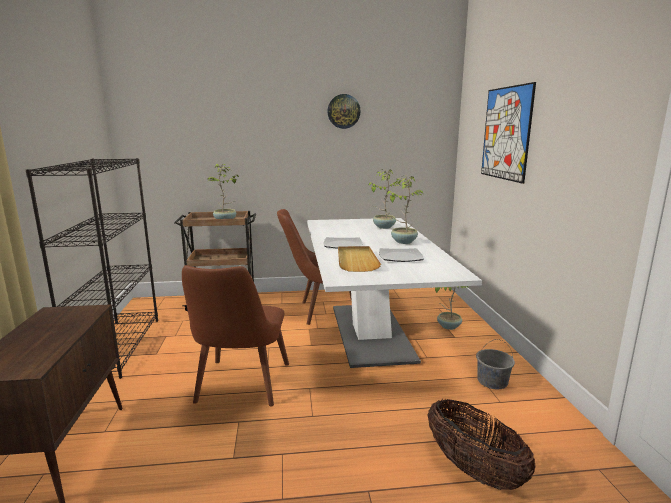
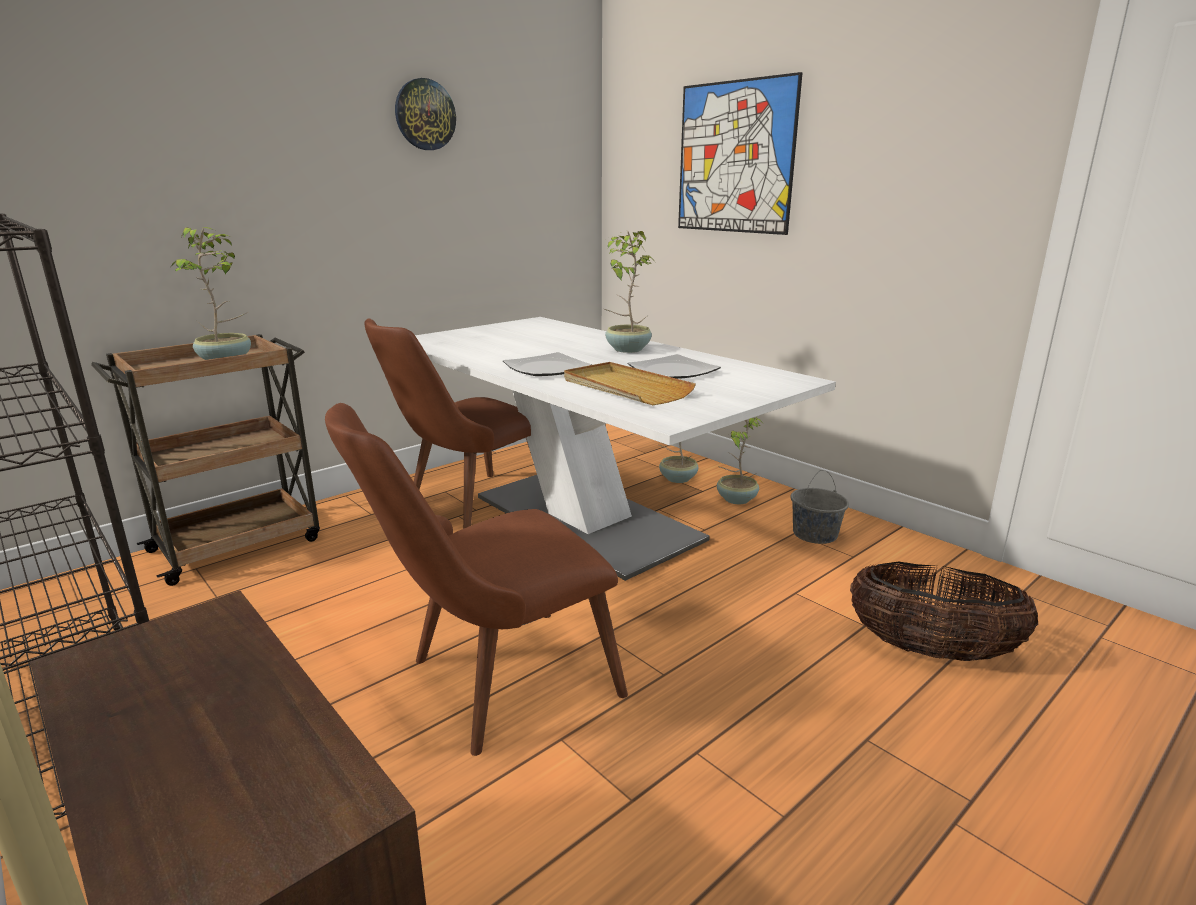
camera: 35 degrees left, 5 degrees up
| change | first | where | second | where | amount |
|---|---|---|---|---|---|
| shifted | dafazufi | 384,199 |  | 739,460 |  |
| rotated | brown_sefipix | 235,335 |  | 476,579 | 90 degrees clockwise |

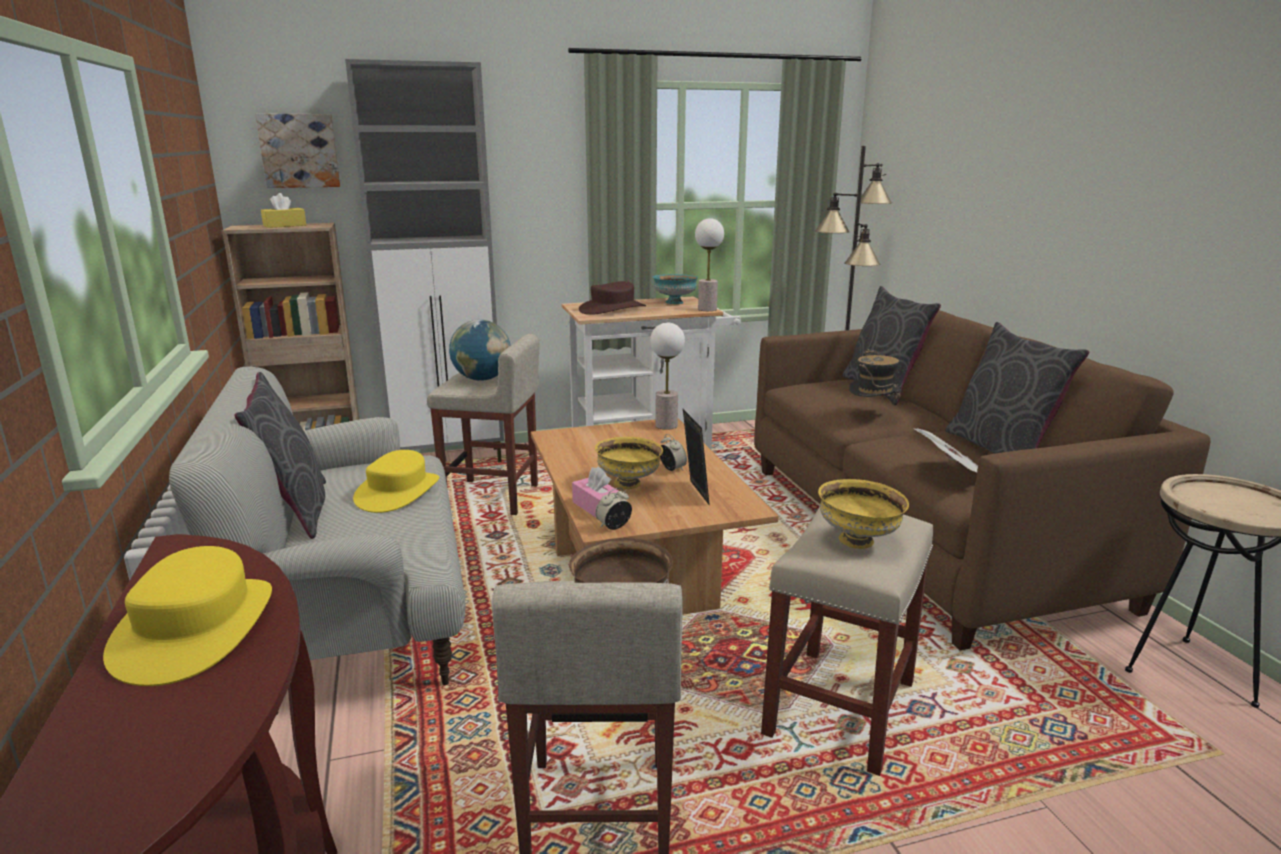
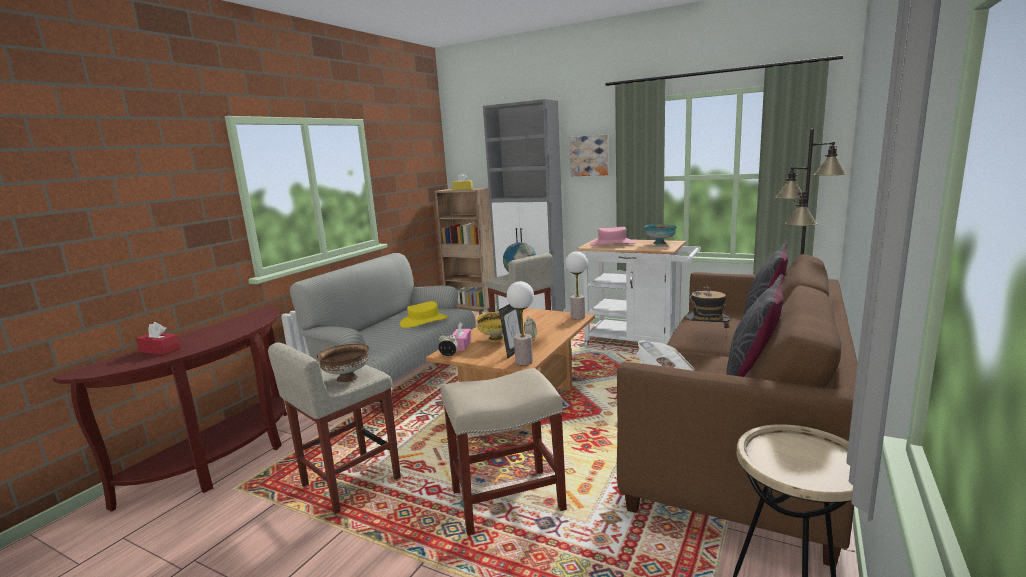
camera: 45 degrees right, 5 degrees down
| change | first | where | second | where | amount |
|---|---|---|---|---|---|
| gone | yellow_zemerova | 187,616 |  |  |  |
| gone | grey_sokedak | 280,455 |  |  |  |
| gone | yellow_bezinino | 863,514 |  |  |  |
| new |  |  | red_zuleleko | 158,338 |  |
| shifted | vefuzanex | 297,150 |  | 589,155 |  |
| shifted | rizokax | 709,264 |  | 520,323 |  |
| repainted | brown_zemerova | 612,298 | pink_zemerova | 613,236 |  |

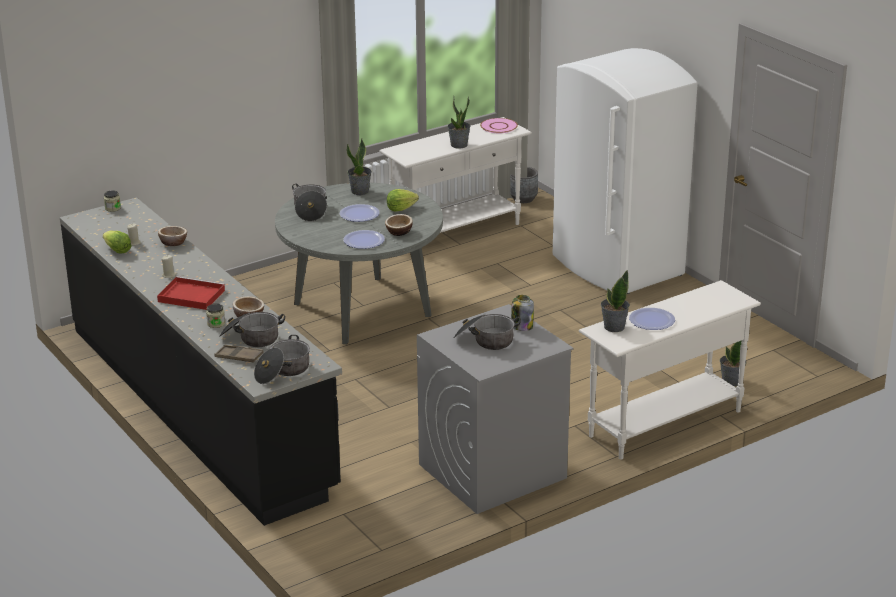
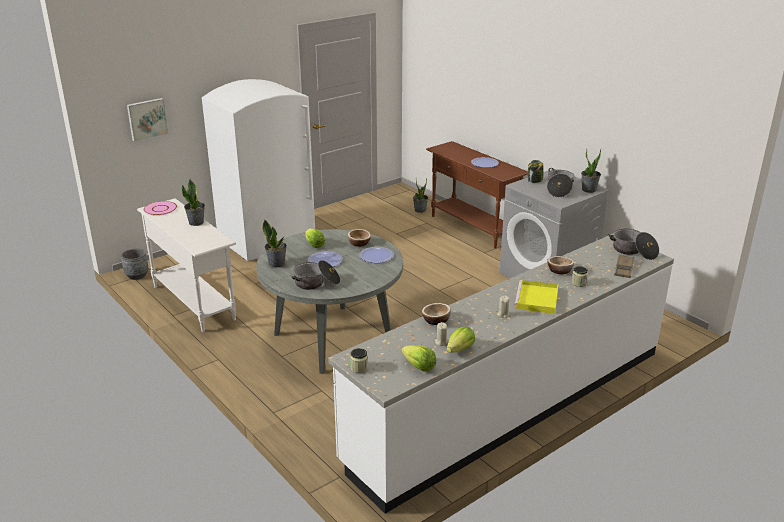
camera: 95 degrees left, 0 degrees up
| change | first | where | second | where | amount |
|---|---|---|---|---|---|
| gone | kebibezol | 252,329 |  |  |  |
| new |  |  | vefuzanex | 148,119 |  |
| new |  |  | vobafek | 418,358 |  |
| shifted | dafazufi | 615,301 |  | 591,170 |  |
| repainted | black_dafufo | 201,361 | white_dafufo | 501,373 |  |
| repainted | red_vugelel | 191,293 | yellow_vugelel | 537,297 |  |
| repainted | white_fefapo | 670,369 | brown_fefapo | 477,195 |  |

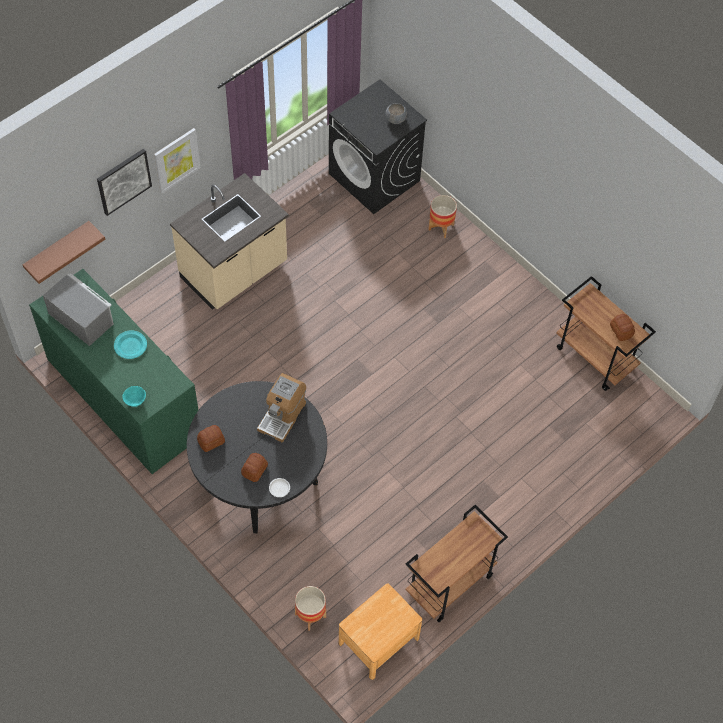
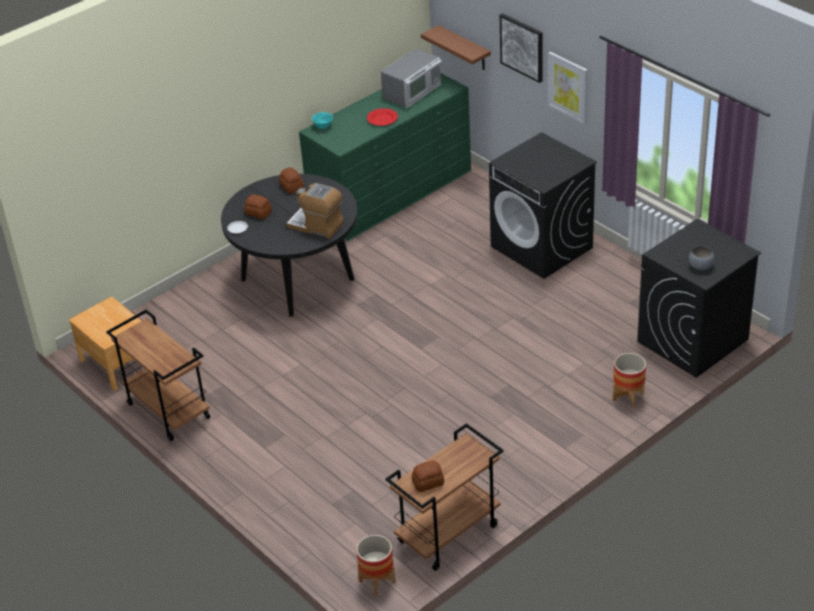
camera: 95 degrees right, 20 degrees down
| change | first | where | second | where | amount |
|---|---|---|---|---|---|
| shifted | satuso | 310,608 |  | 376,565 |  |
| swapped | beige_dafufo | 229,241 | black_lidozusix | 543,205 |  |
| repainted | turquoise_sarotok | 130,344 | red_sarotok | 382,117 |  |

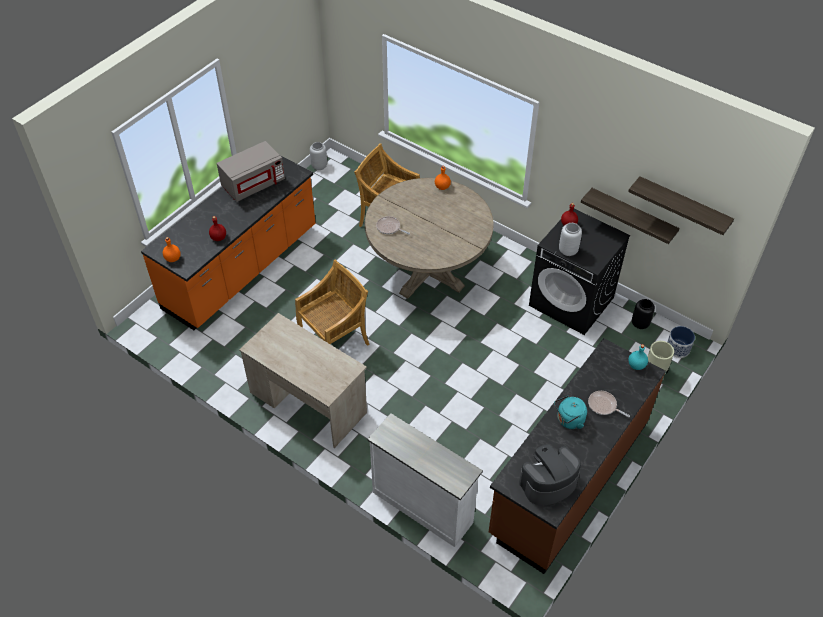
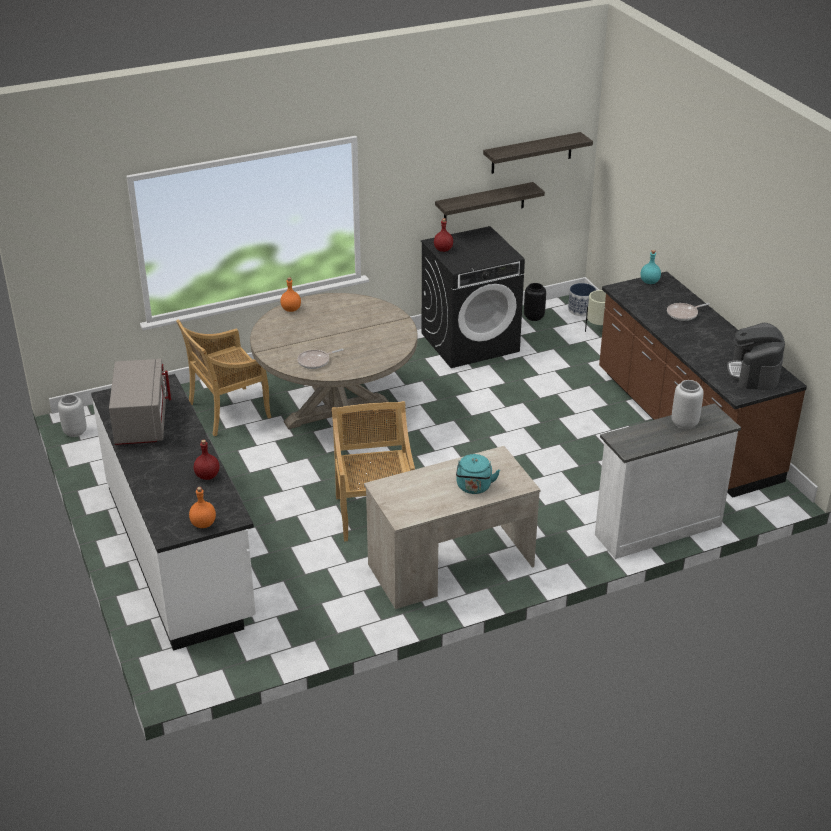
camera: 60 degrees left, 15 degrees down
| change | first | where | second | where | amount |
|---|---|---|---|---|---|
| shifted | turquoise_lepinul | 570,412 |  | 478,474 |  |
| shifted | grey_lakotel | 570,239 |  | 688,404 |  |
| repainted | orange_dafufo | 228,242 | white_dafufo | 173,512 |  |

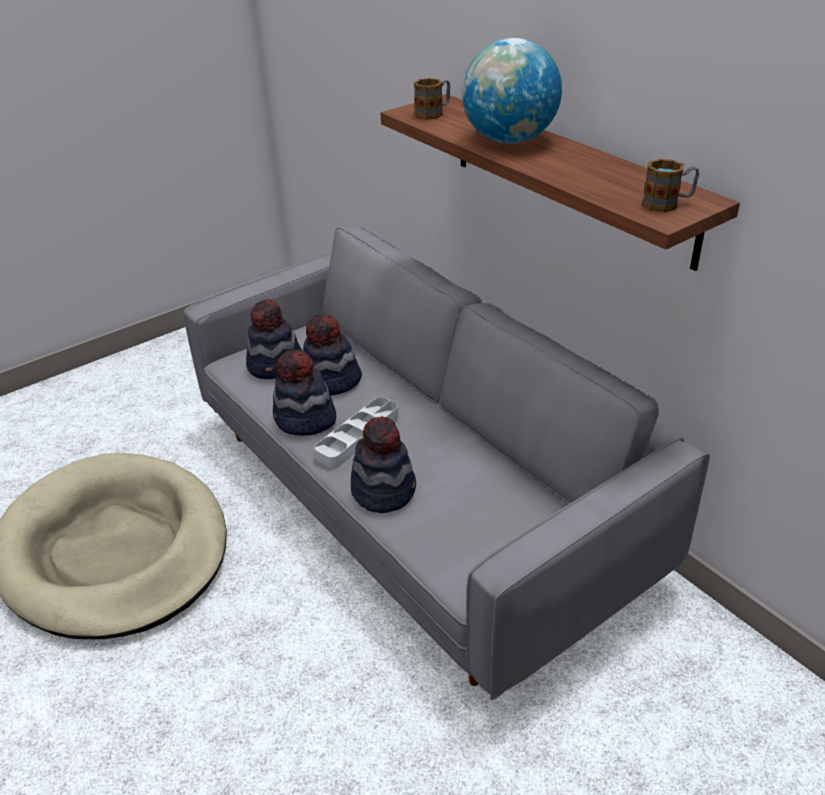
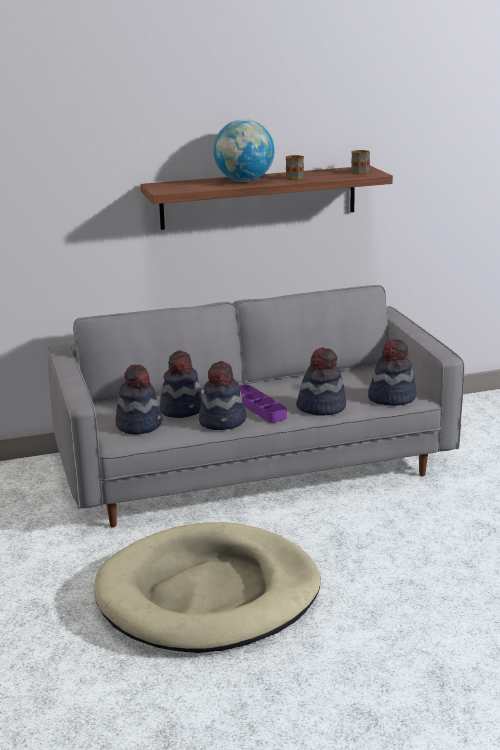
camera: 70 degrees left, 15 degrees down
| change | first | where | second | where | amount |
|---|---|---|---|---|---|
| new |  |  | zemerova | 392,372 |  |
| shifted | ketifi | 432,99 |  | 295,167 |  |
| repainted | grey_vugelel | 356,432 | purple_vugelel | 263,404 |  |

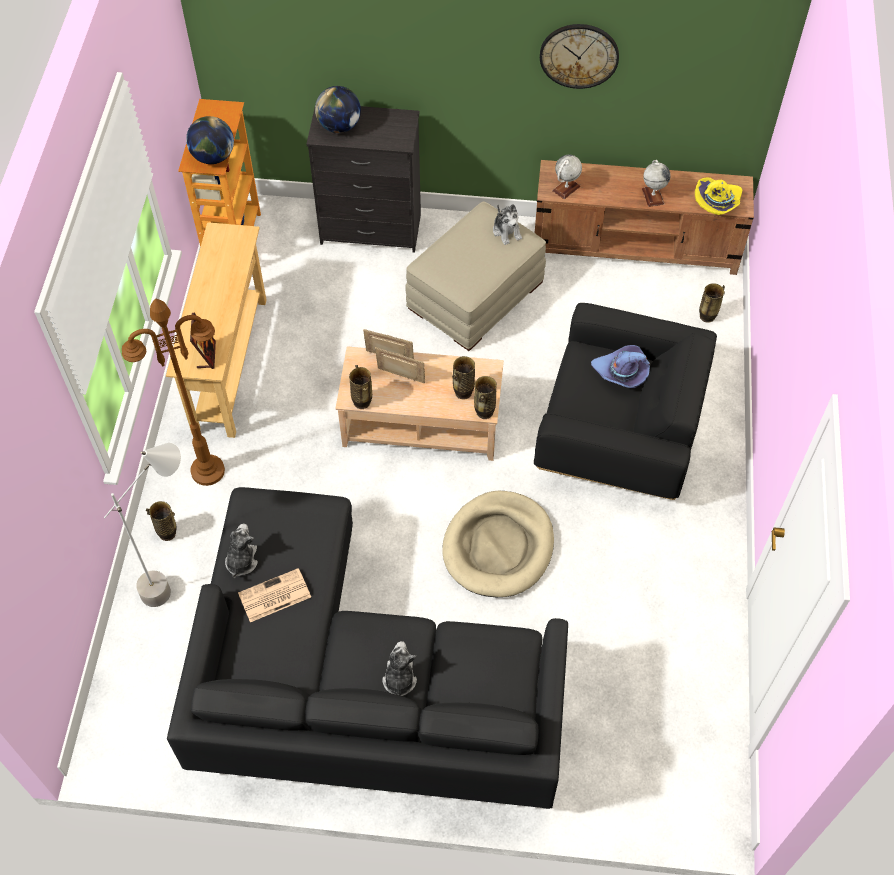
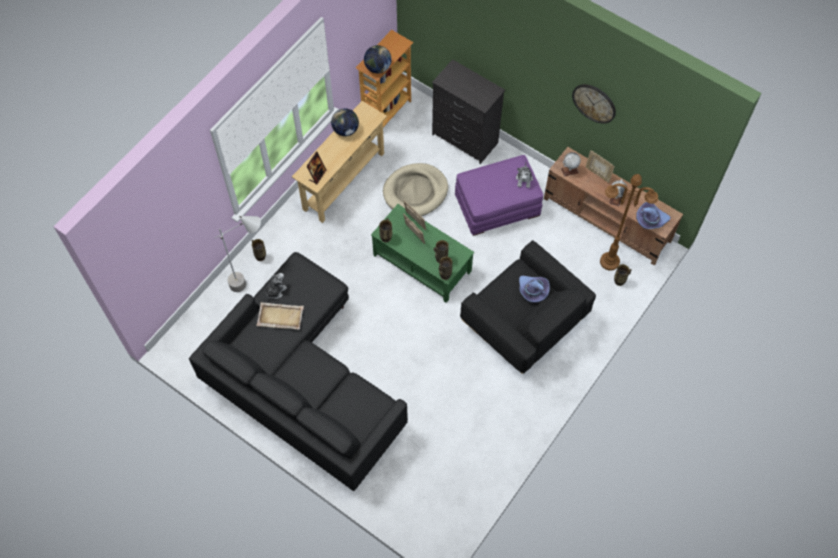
camera: 30 degrees right, 5 degrees up
| change | first | where | second | where | amount |
|---|---|---|---|---|---|
| gone | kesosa | 399,668 |  |  |  |
| new |  |  | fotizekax | 600,166 |  |
| shifted | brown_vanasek | 173,392 |  | 629,222 |  |
| shifted | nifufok | 338,109 |  | 345,122 |  |
| shifted | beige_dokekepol | 498,544 |  | 415,189 |  |
| swapped | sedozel | 274,595 | beige_vugelel | 280,315 |  |
| repainted | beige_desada | 419,403 | green_desada | 422,253 |  |
| repainted | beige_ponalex | 475,276 | purple_ponalex | 499,195 |  |
| repainted | yellow_zemerova | 718,196 | purple_zemerova | 653,215 |  |

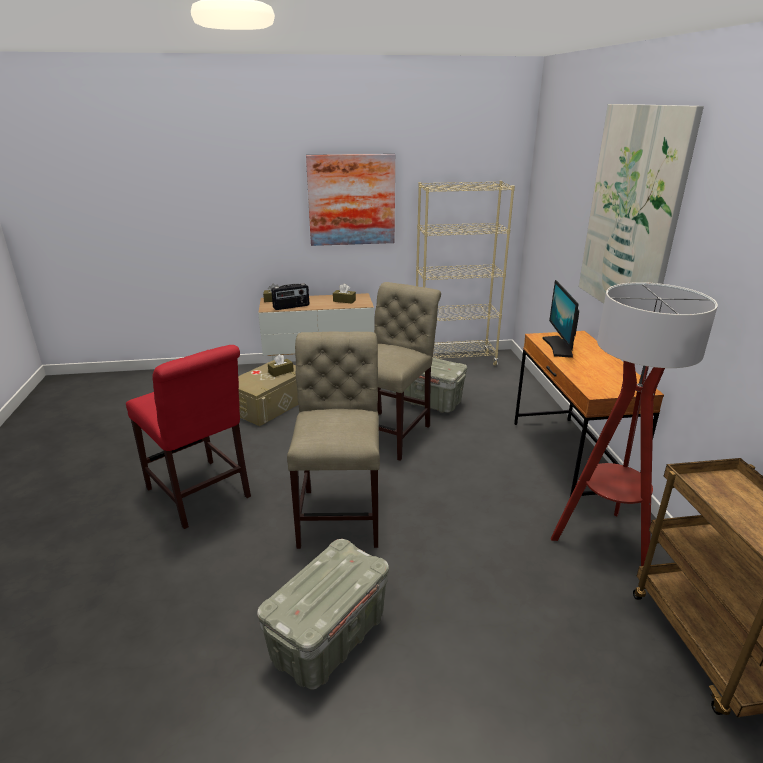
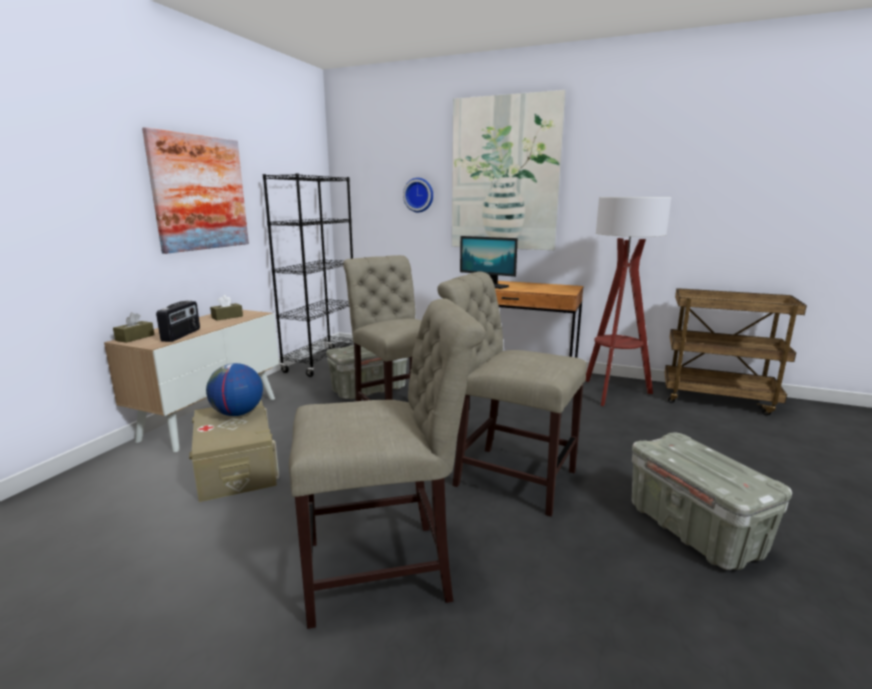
camera: 60 degrees left, 10 degrees down
| change | first | where | second | where | amount |
|---|---|---|---|---|---|
| new |  |  | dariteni | 418,195 |  |
| swapped | brown_zuleleko | 281,365 | nifufok | 234,389 |  |
| repainted | red_sefipix | 188,437 | beige_sefipix | 387,463 |  |
| repainted | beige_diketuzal | 465,273 | black_diketuzal | 308,275 |  |

